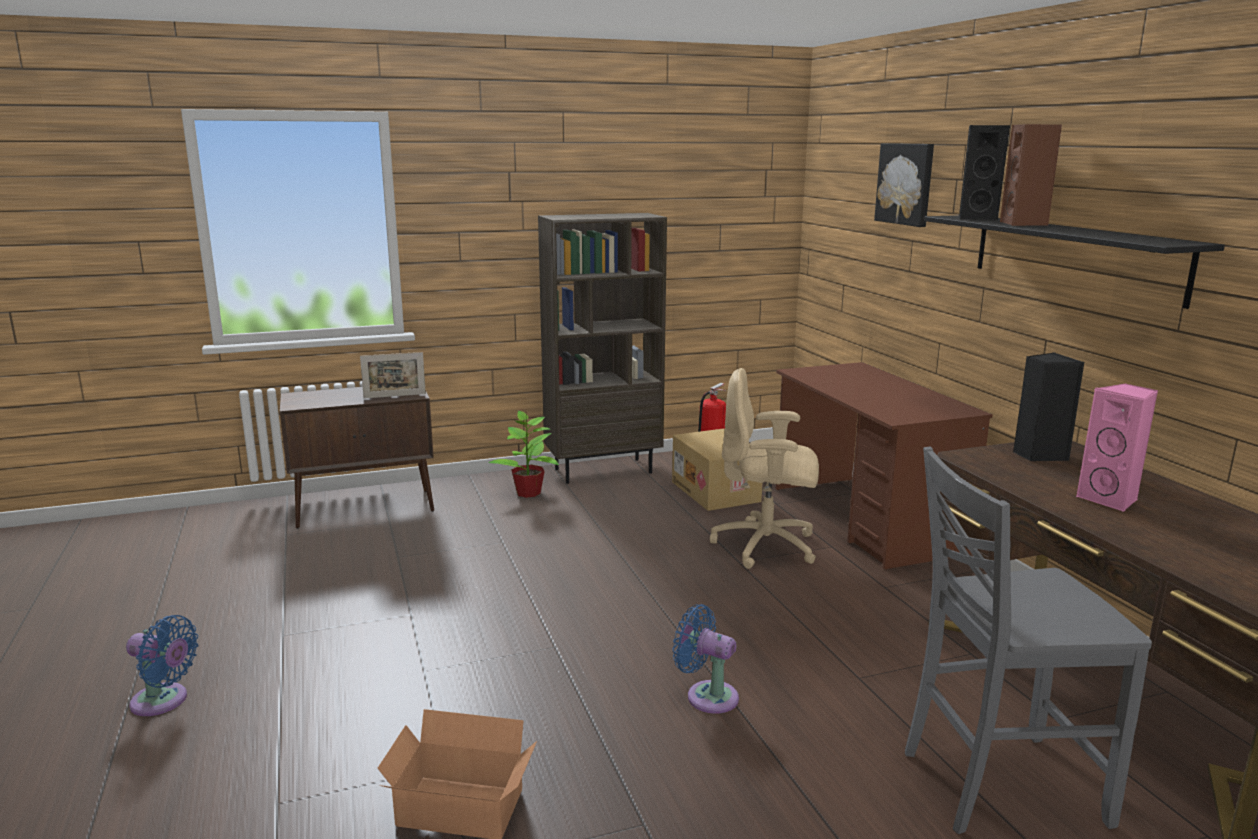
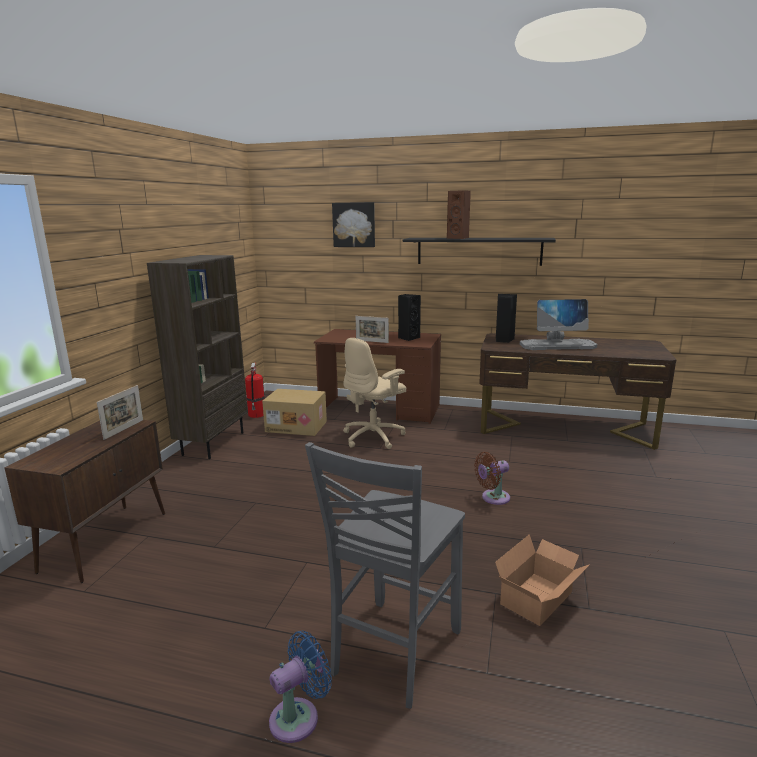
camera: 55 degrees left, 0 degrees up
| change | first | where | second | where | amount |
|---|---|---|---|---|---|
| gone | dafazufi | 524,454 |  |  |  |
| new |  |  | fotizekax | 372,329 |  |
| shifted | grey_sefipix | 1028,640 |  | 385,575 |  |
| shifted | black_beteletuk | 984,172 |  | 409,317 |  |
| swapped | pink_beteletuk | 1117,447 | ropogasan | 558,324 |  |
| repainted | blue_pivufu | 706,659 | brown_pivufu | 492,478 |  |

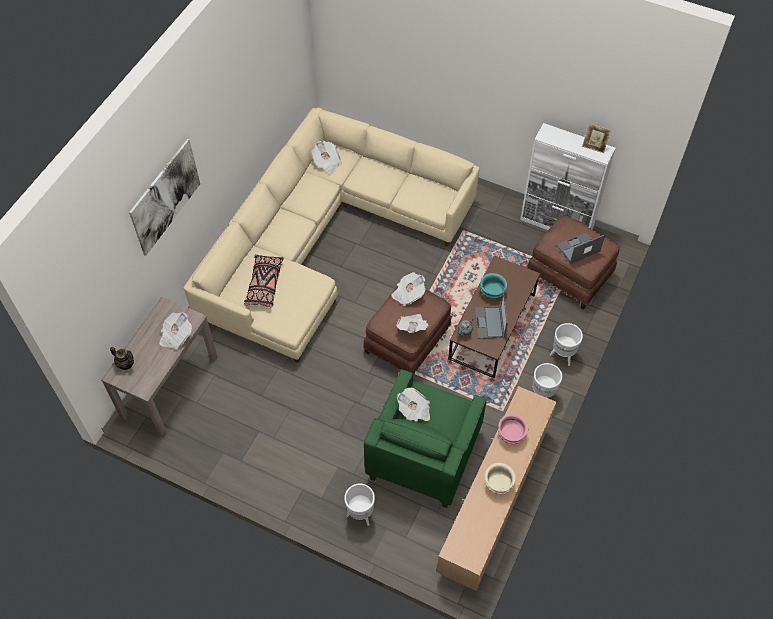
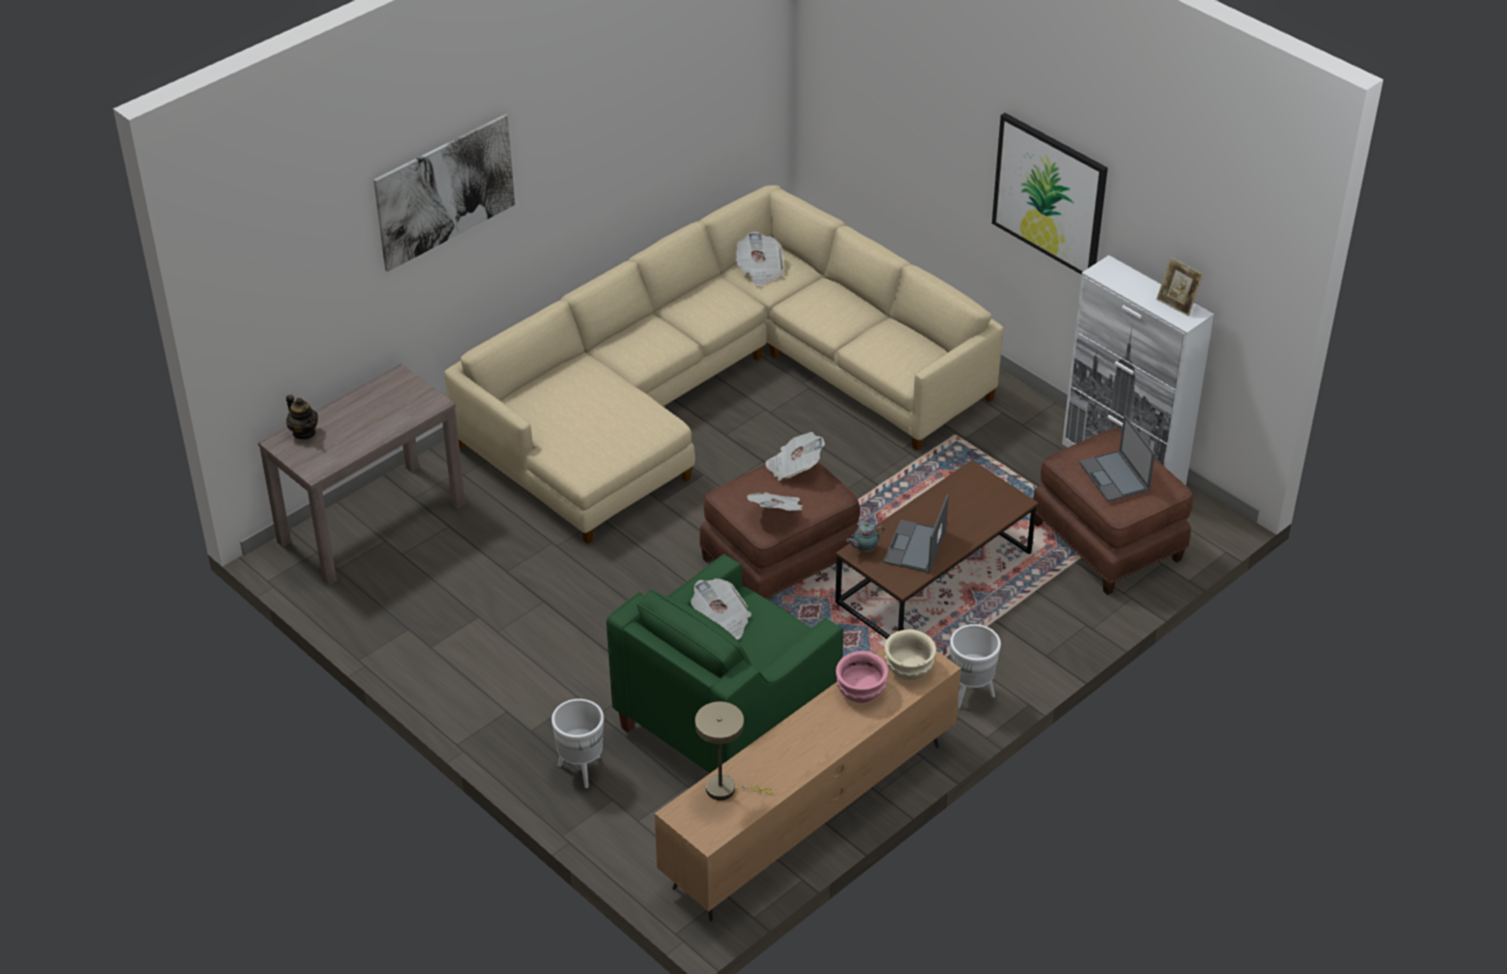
camera: 20 degrees right, 15 degrees down
| change | first | where | second | where | amount |
|---|---|---|---|---|---|
| gone | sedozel | 175,331 |  |  |  |
| gone | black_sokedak | 264,280 |  |  |  |
| gone | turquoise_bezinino | 493,286 |  |  |  |
| gone | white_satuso | 566,344 |  |  |  |
| new |  |  | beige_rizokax | 734,751 |  |
| new |  |  | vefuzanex | 1050,194 |  |
| shifted | beige_bezinino | 500,478 |  | 910,654 |  |
| rotated | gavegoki | 581,248 |  | 1117,458 | 105 degrees counterclockwise |

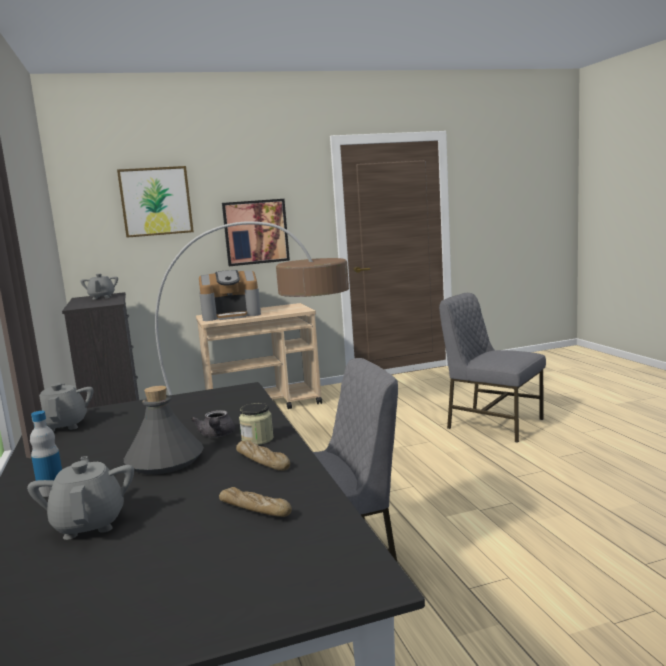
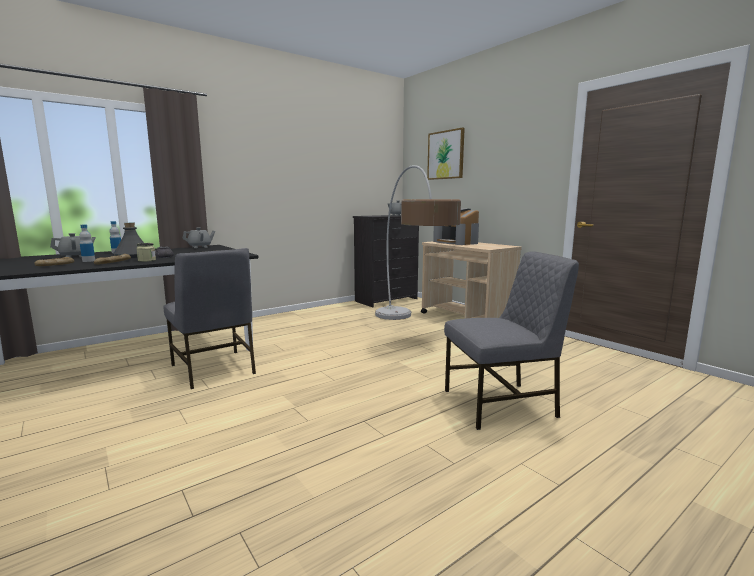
camera: 70 degrees right, 0 degrees up
| change | first | where | second | where | amount |
|---|---|---|---|---|---|
| gone | vefuzanex | 256,232 |  |  |  |
| new |  |  | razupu | 87,243 |  |
| rotated | grey_sefipix | 492,368 |  | 511,340 | 60 degrees clockwise |

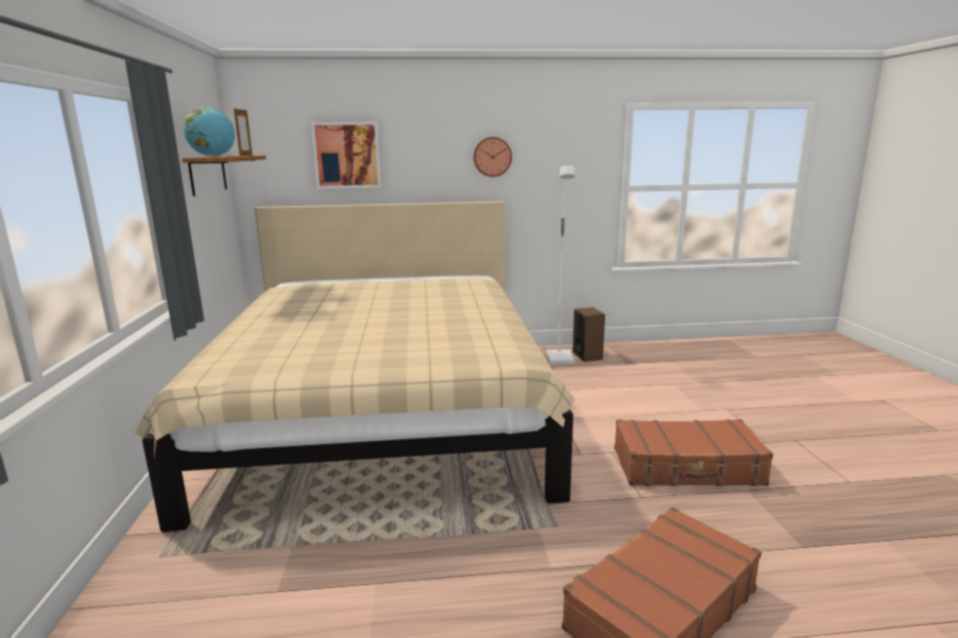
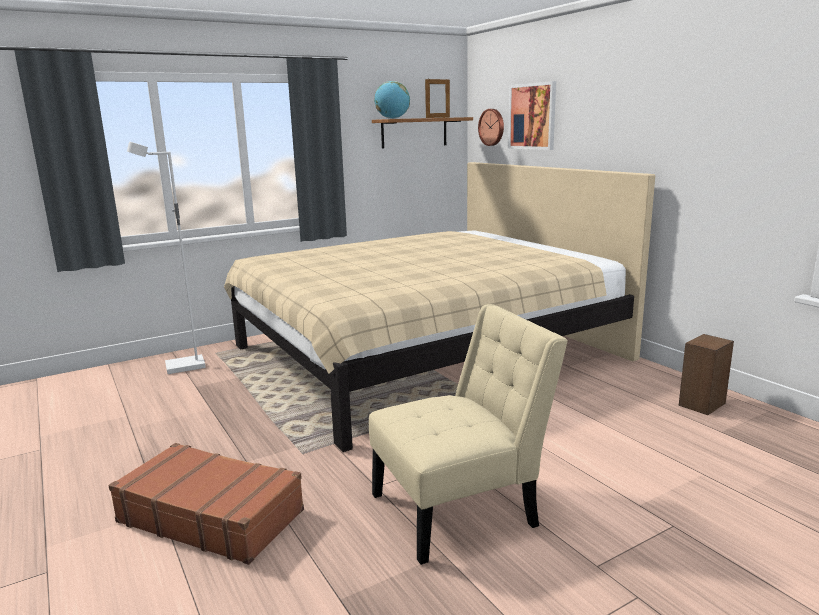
camera: 65 degrees right, 0 degrees up
| change | first | where | second | where | amount |
|---|---|---|---|---|---|
| shifted | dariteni | 493,157 |  | 491,127 |  |
| shifted | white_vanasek | 561,264 |  | 166,257 |  |
| swapped | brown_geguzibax | 693,452 | beige_sefipix | 468,434 |  |

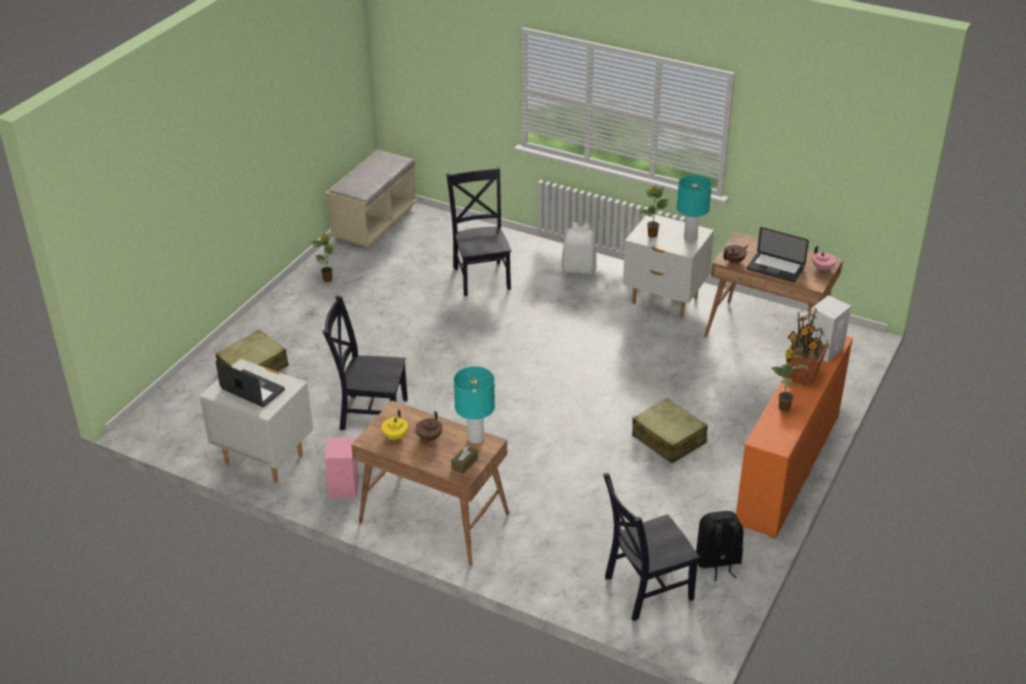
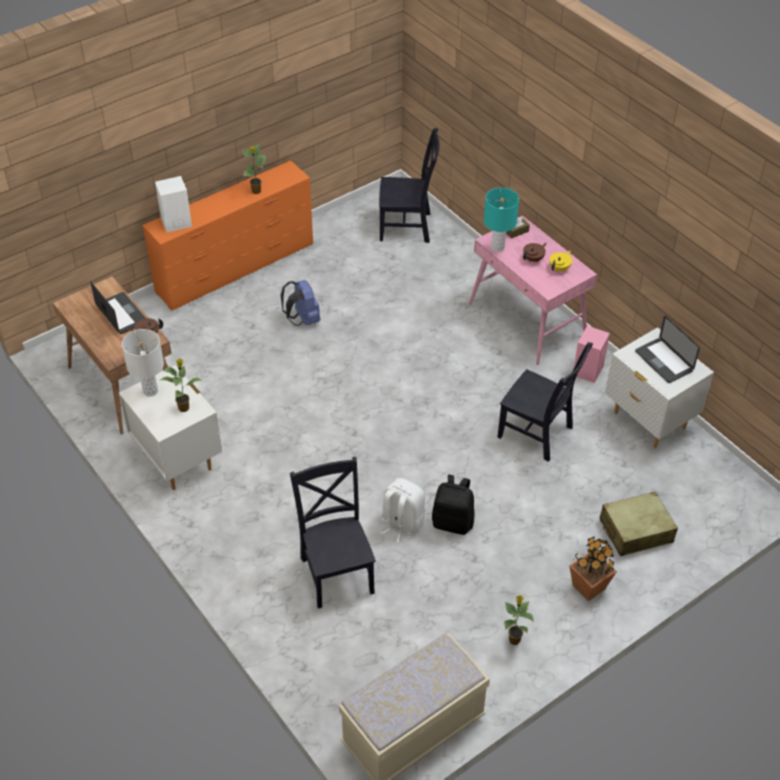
camera: 155 degrees left, 10 degrees up
| change | first | where | second | where | amount |
|---|---|---|---|---|---|
| gone | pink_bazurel | 824,259 |  |  |  |
| shifted | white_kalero | 579,248 |  | 403,510 |  |
| shifted | black_kalero | 719,546 |  | 453,505 |  |
| shifted | dafazufi | 807,347 |  | 593,569 |  |
| swapped | beige_geguzibax | 670,430 | blue_kalero | 301,303 |  |
| repainted | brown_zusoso | 430,483 | pink_zusoso | 532,290 |  |
| repainted | turquoise_rizokax | 694,208 | white_rizokax | 143,363 |  |
| rotated | black_sefipix | 479,231 |  | 333,533 | 150 degrees clockwise |

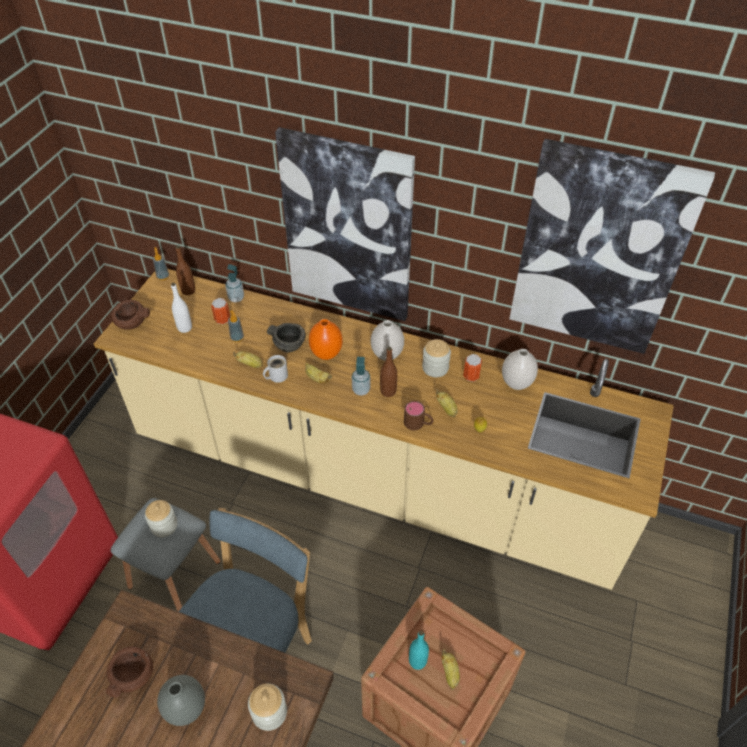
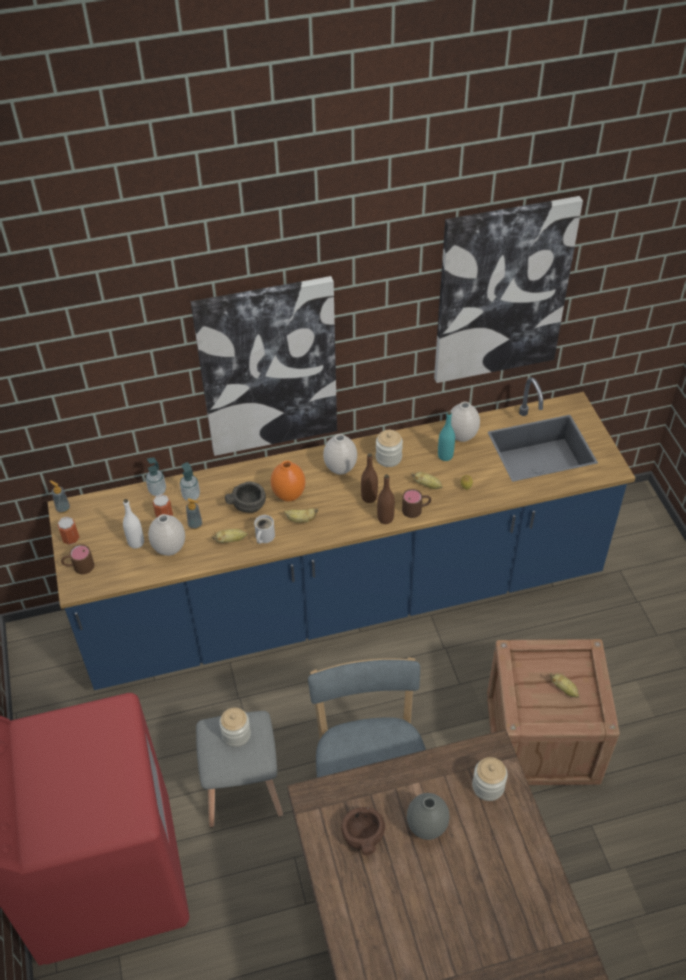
camera: 35 degrees left, 0 degrees up
| change | first | where | second | where | amount |
|---|---|---|---|---|---|
| new |  |  | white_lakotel | 166,535 |  |
| shifted | brown_razupu | 185,270 |  | 386,499 |  |
| shifted | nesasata | 361,376 |  | 190,481 |  |
| shifted | turquoise_razupu | 419,650 |  | 446,436 |  |
| shifted | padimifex | 472,368 |  | 68,530 |  |
| swapped | brown_bezinino | 131,315 | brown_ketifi | 77,559 |  |
| repainted | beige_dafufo | 384,429 | blue_dafufo | 341,533 |  |

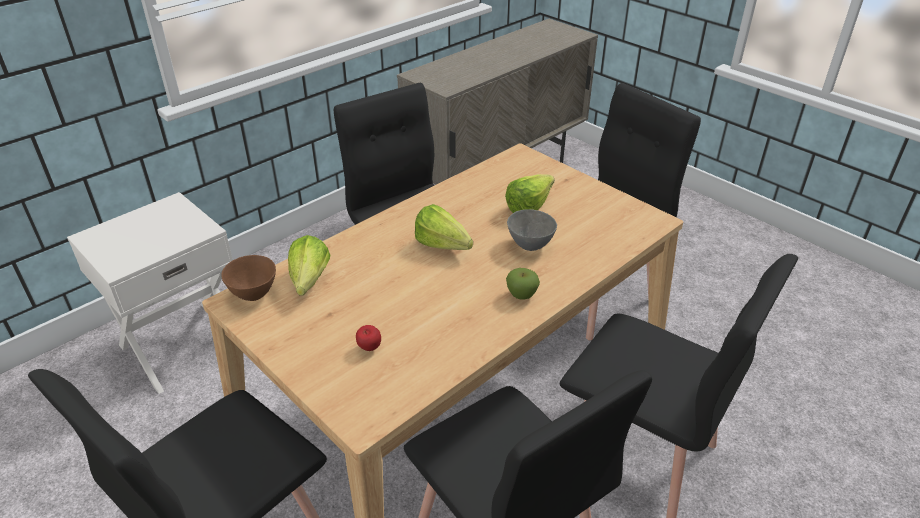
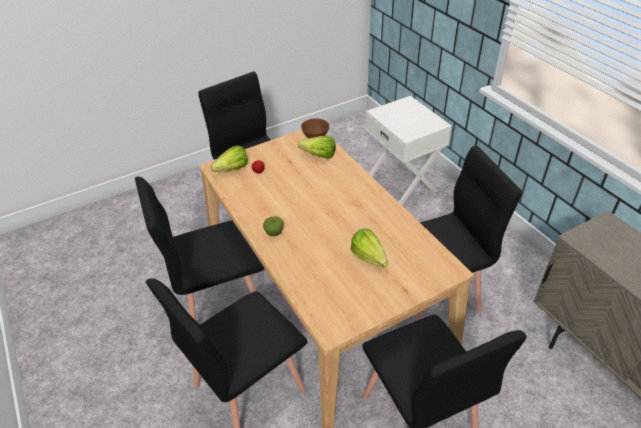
camera: 105 degrees right, 5 degrees up
| change | first | where | second | where | amount |
|---|---|---|---|---|---|
| gone | grey_bezinino | 532,230 |  |  |  |
| shifted | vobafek | 444,227 |  | 229,159 |  |

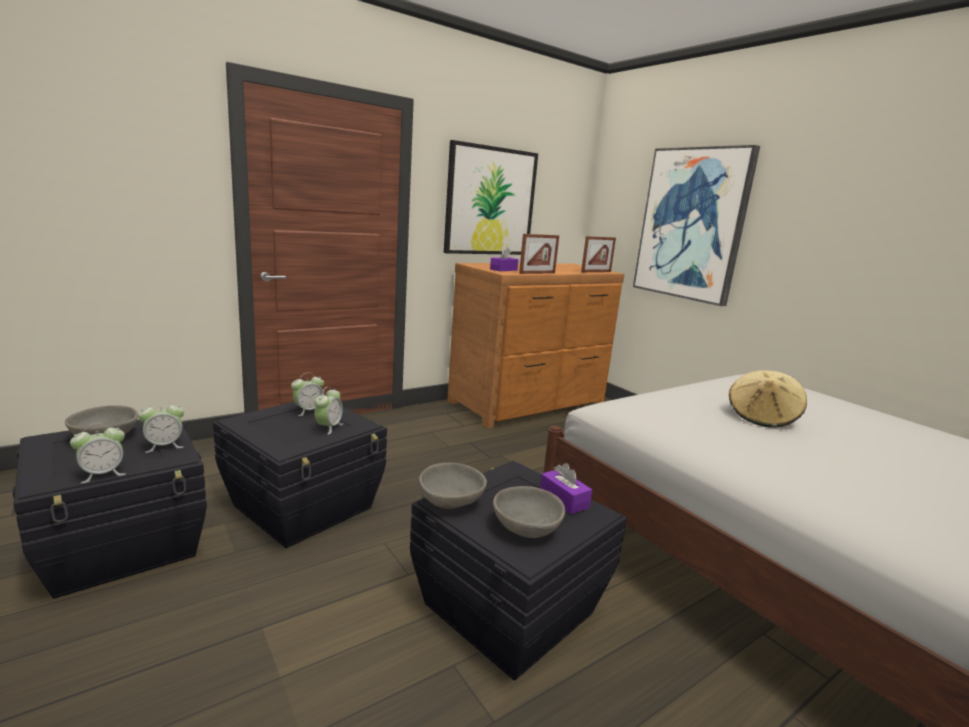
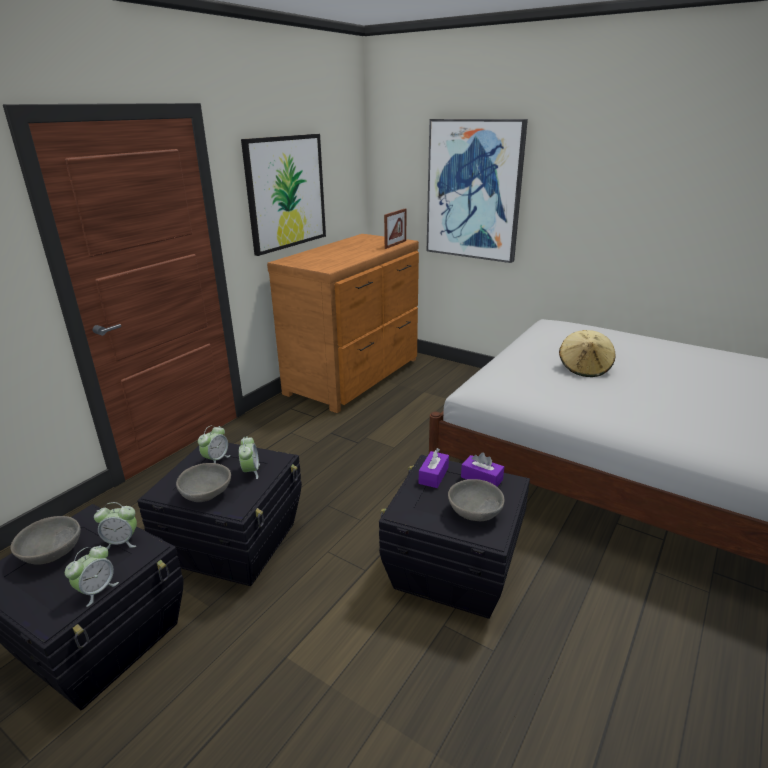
camera: 20 degrees left, 10 degrees up
| change | first | where | second | where | amount |
|---|---|---|---|---|---|
| gone | fotizekax | 539,254 |  |  |  |
| shifted | grey_bezinino | 453,486 |  | 203,482 |  |
| shifted | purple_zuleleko | 504,259 |  | 434,468 |  |
| rotated | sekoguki | 161,426 |  | 115,525 | 45 degrees clockwise |

